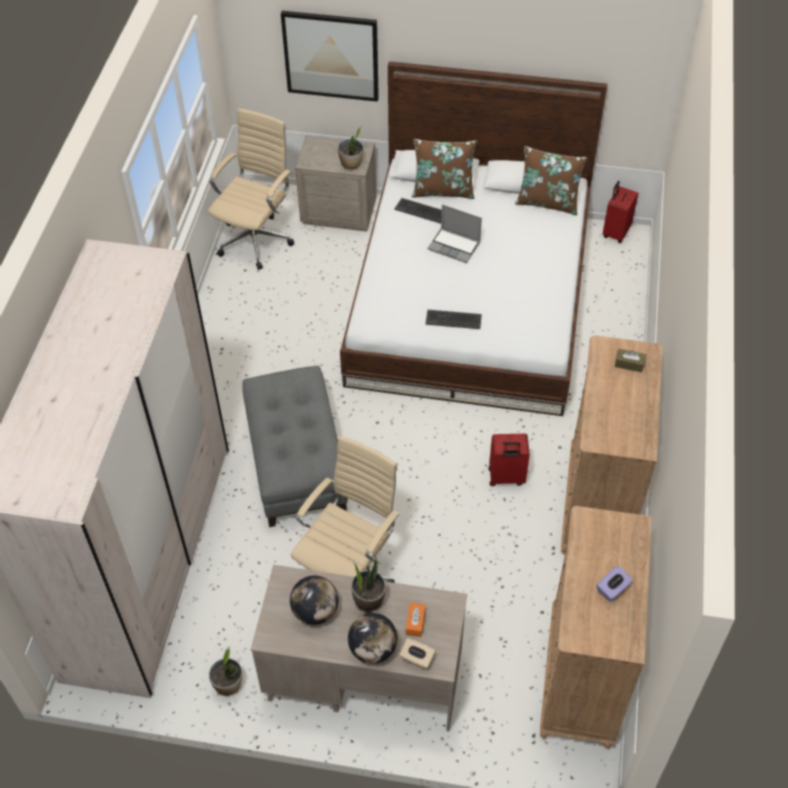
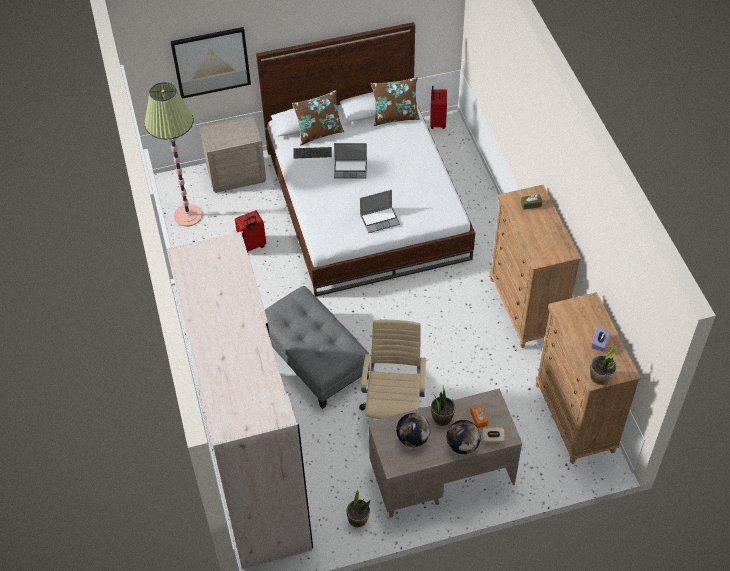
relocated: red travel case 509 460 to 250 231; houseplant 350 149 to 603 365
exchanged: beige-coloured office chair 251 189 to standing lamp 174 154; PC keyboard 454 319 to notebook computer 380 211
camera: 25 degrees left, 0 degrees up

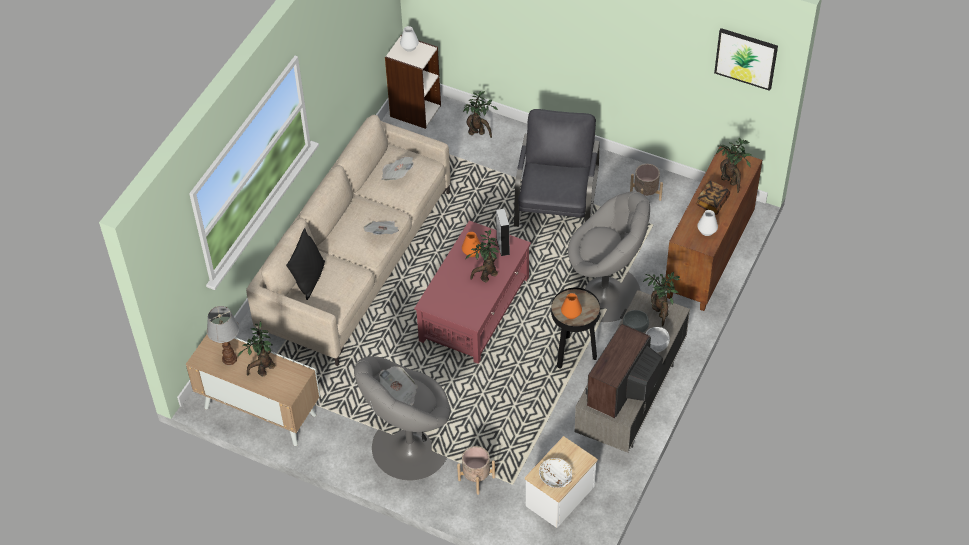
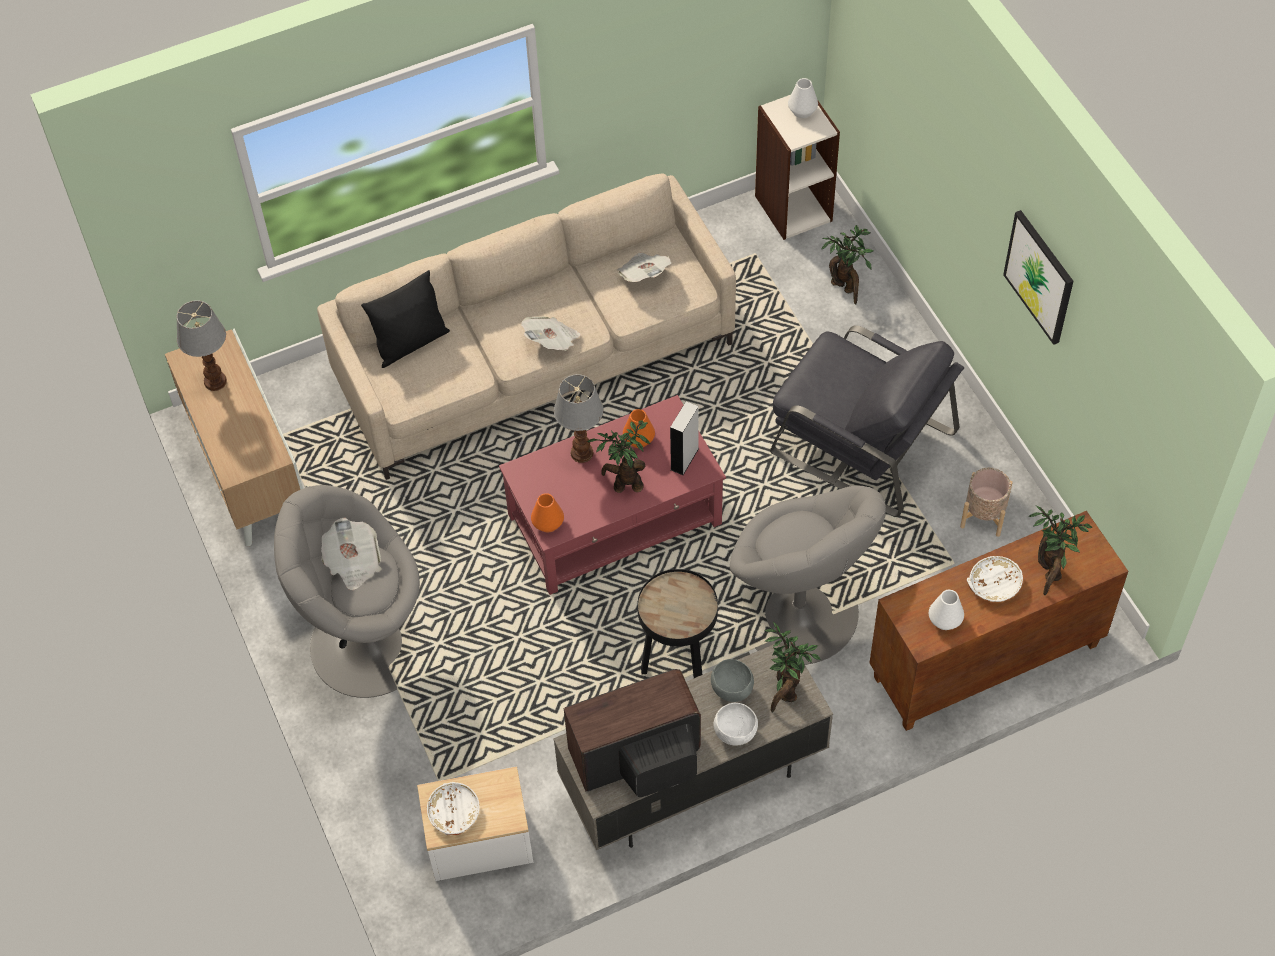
missing: houseplant 256 349; beige-coloured planter 476 470
appeared: table lamp 579 418
relocated: orange-coloured flower vase 571 306 to 547 513; wall art 746 59 to 1038 277
exchanged: bound book 713 197 to white-coloured deep dish 995 579
spun: gray easy chair 557 168 = 867 421 75 degrees clockwise
camera: 40 degrees right, 5 degrees up

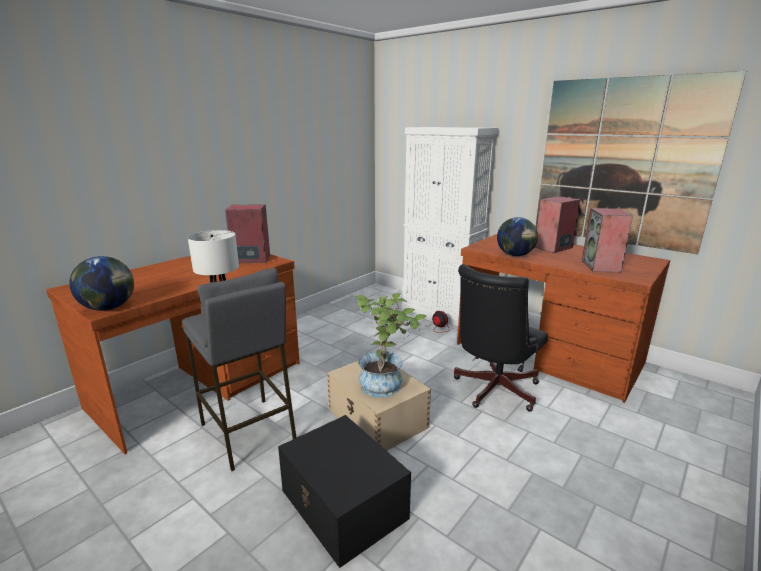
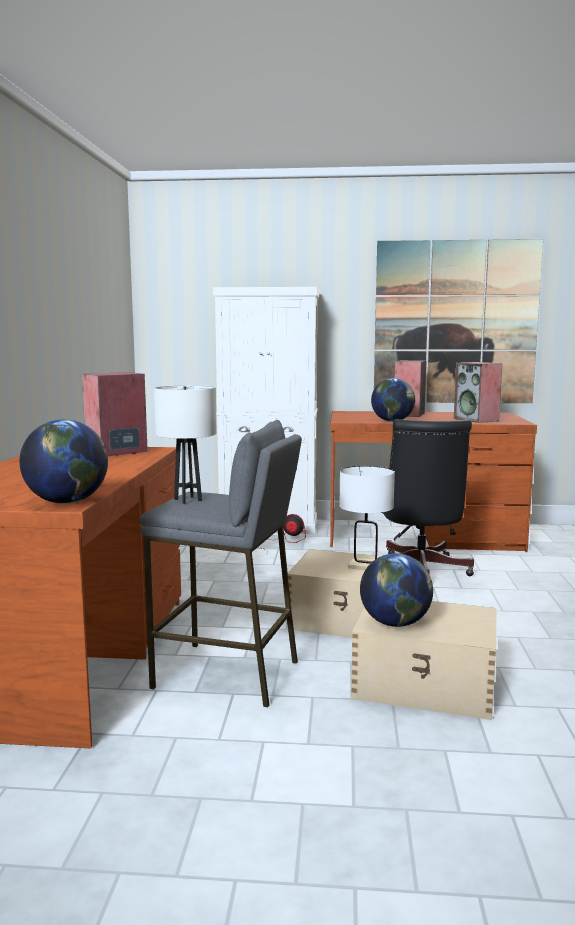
appeared: world globe 396 590
exchanged: houseplant 391 345 to white-coloured table lamp 367 518
colour: blackish storage box 344 491 to beige-coloured storage box 423 660
camera: 35 degrees left, 10 degrees down

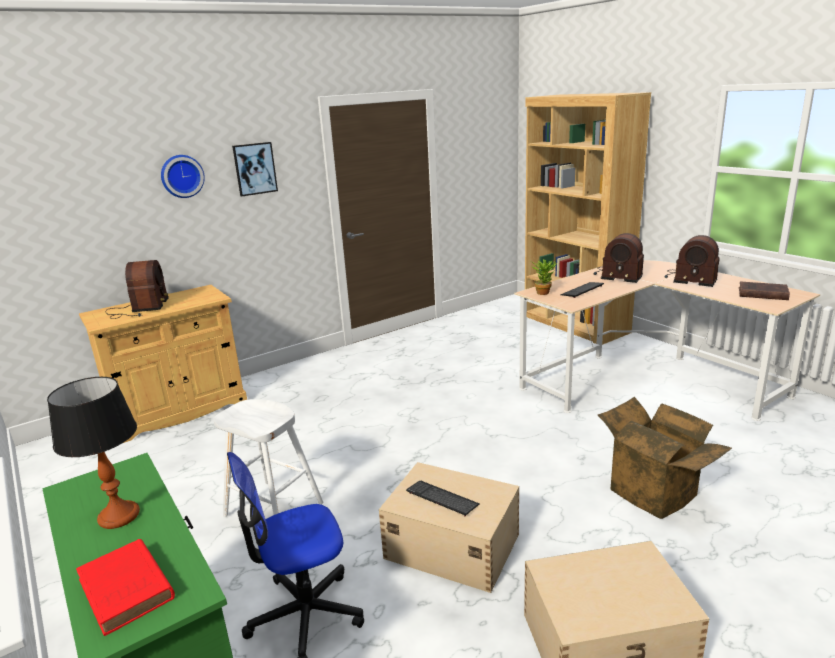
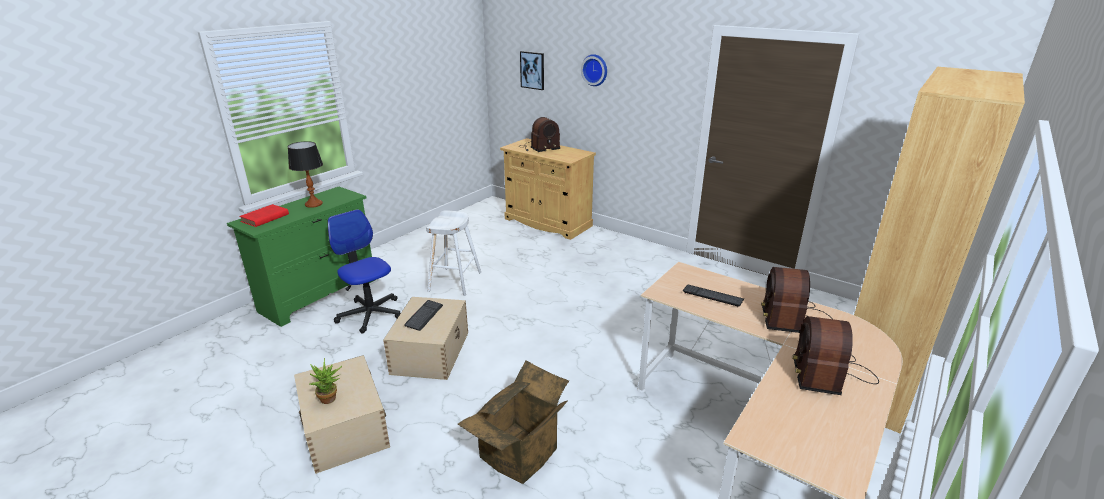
missing: brownish bound book 764 291
relocated: houseplant 544 277 to 325 381; wall art 255 169 to 532 70
camera: 70 degrees right, 5 degrees up

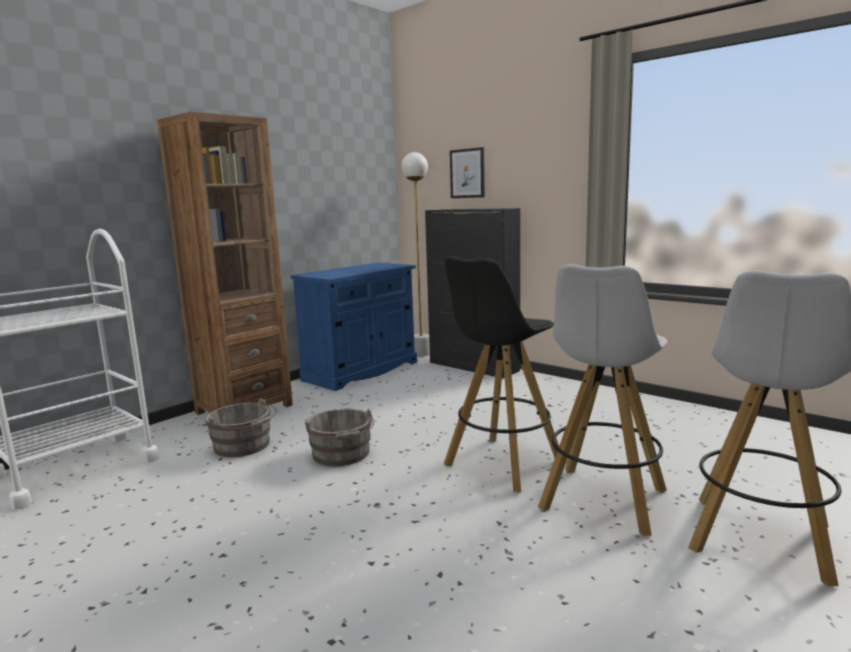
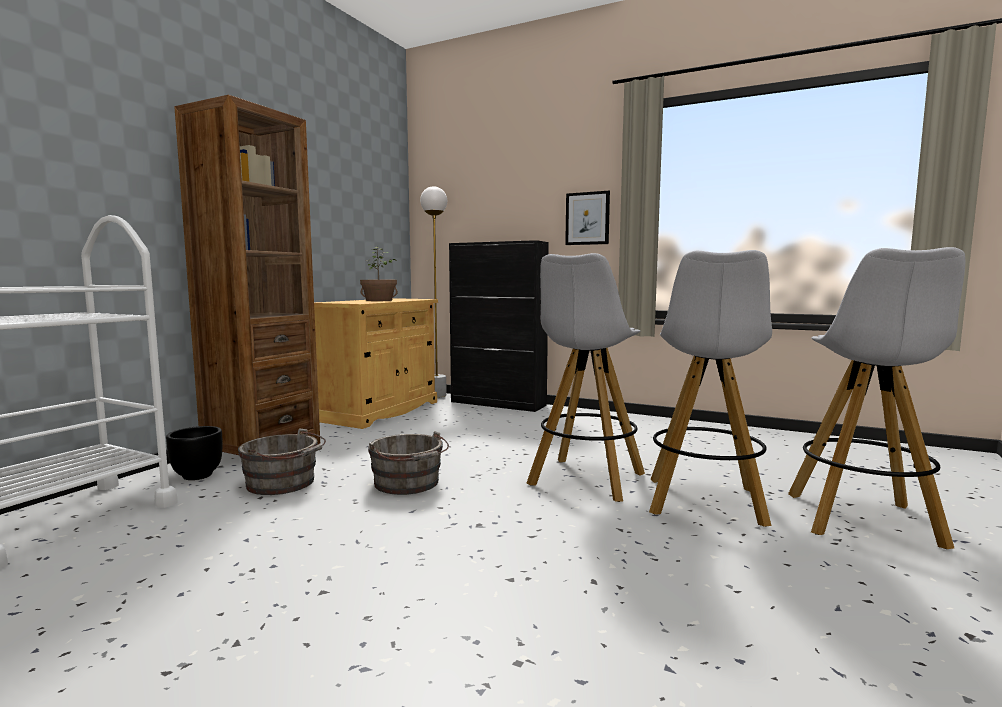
appeared: blackish planter 194 453; houseplant 379 273
relocated: wall art 467 172 to 587 218
colour: blue cupboard 354 326 to beige-coloured cupboard 376 363; blackish stool 501 374 to white-coloured stool 586 377
camera: 15 degrees left, 5 degrees down

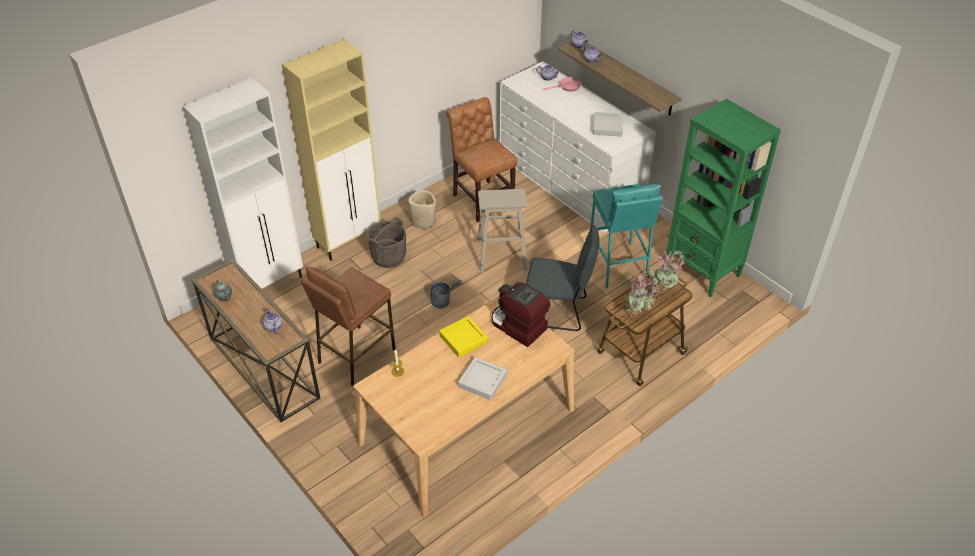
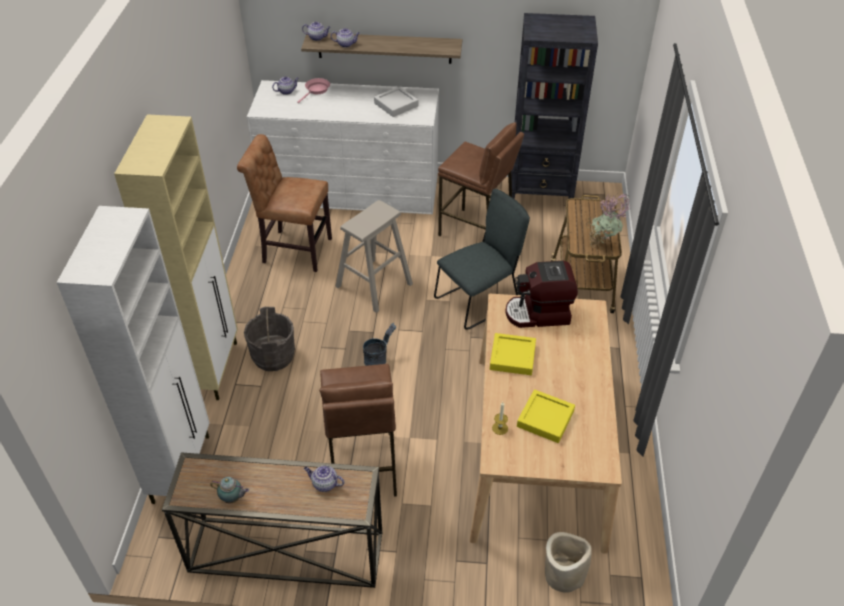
missing: gray tray 482 378; houseplant 665 274
appeared: yellow tray 546 416
relocated: beige-coloured planter 422 209 to 568 562
colour: turquoise stool 626 236 to brownish stool 481 179; green-coloured bookshelf 724 198 to blackish bookshelf 554 106
camera: 45 degrees left, 0 degrees up

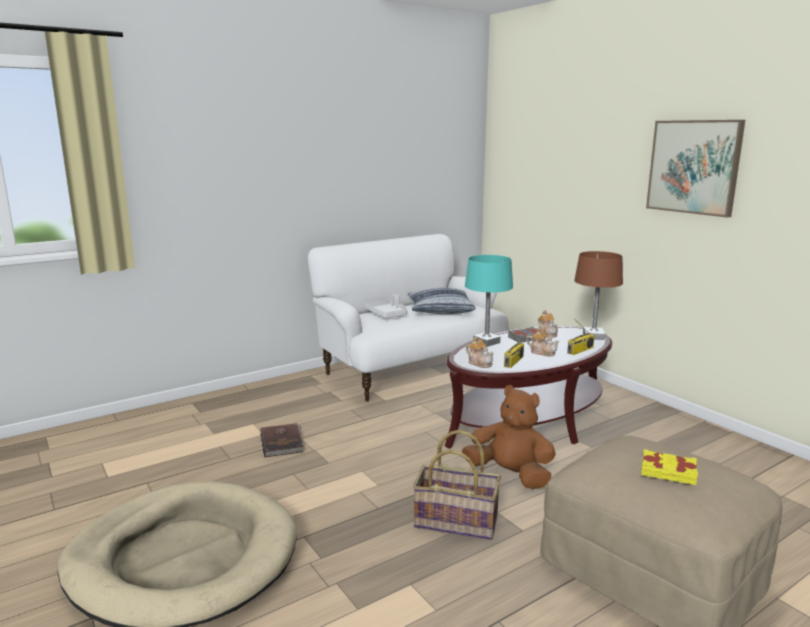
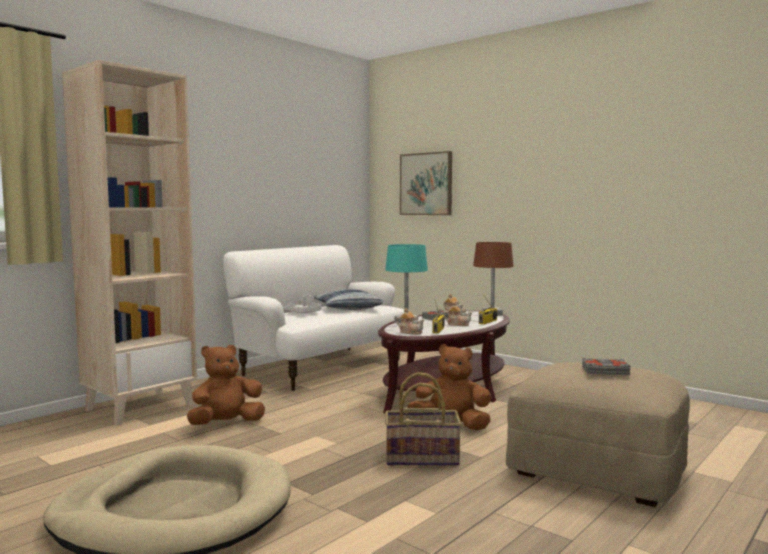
appeared: beige-coloured bookshelf 129 242
relocated: wall art 695 169 to 426 183
exchanged: brownish bound book 282 440 to brownish cuddly toy 226 385
colour: yellow bound book 669 467 to gray bound book 606 366
camera: 15 degrees left, 10 degrees down

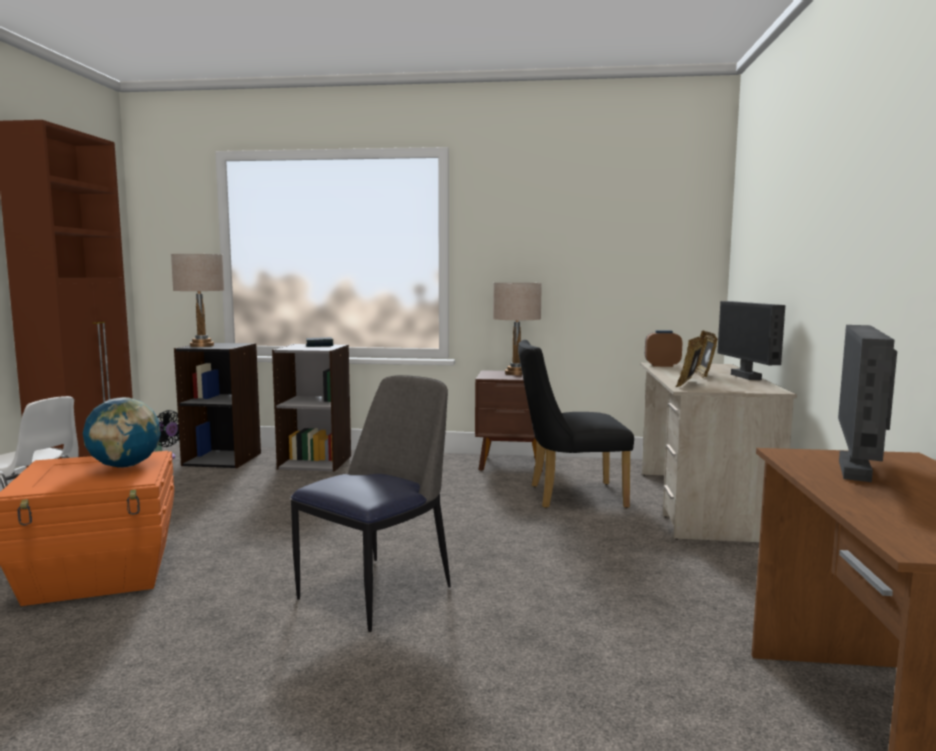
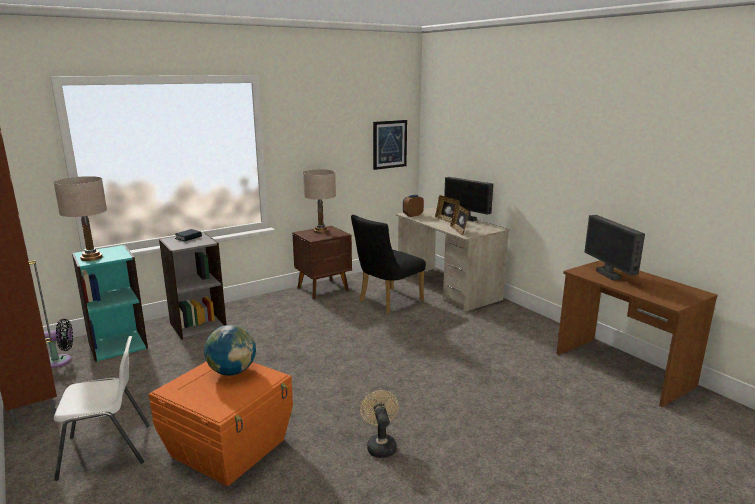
missing: plain chair 371 503
appeared: beige-coloured cooling fan 379 424; wall art 390 145
colour: blackish bookshelf 217 405 to turquoise bookshelf 110 303
camera: 40 degrees left, 10 degrees up

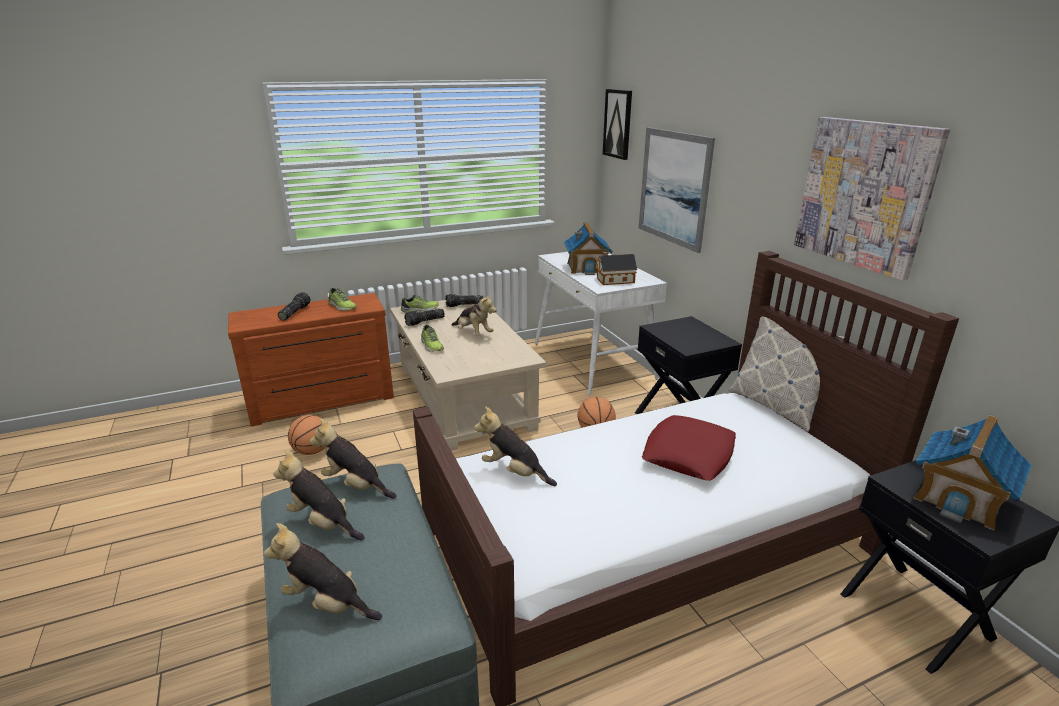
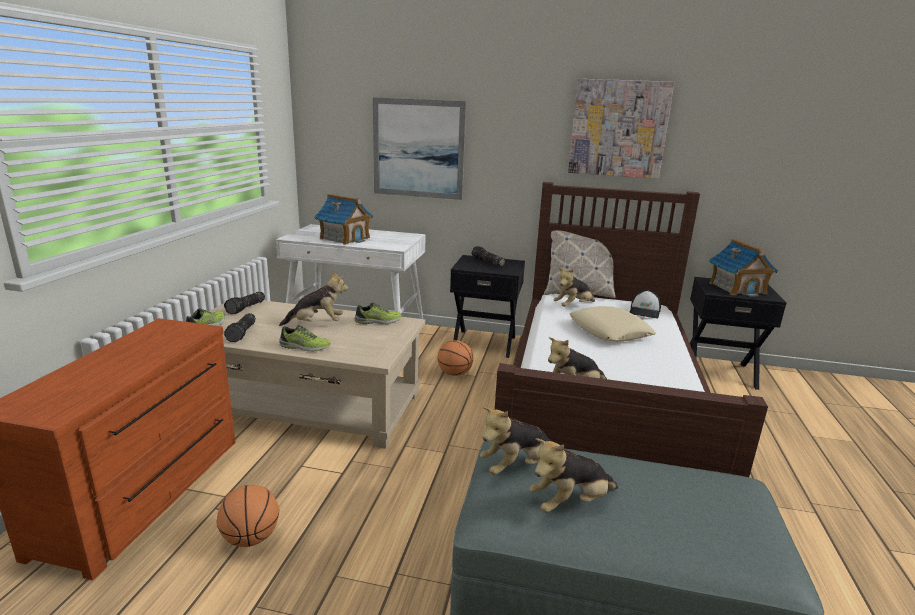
missing: miniature house 616 268; wall art 617 124
appeared: cap 645 304
relocated: item of footwear 342 299 to 378 313; hand torch 294 306 to 488 256; cuddly toy 323 571 to 574 287
colour: red cushion 689 448 to beige-coloured cushion 612 323
camera: 55 degrees left, 5 degrees down

